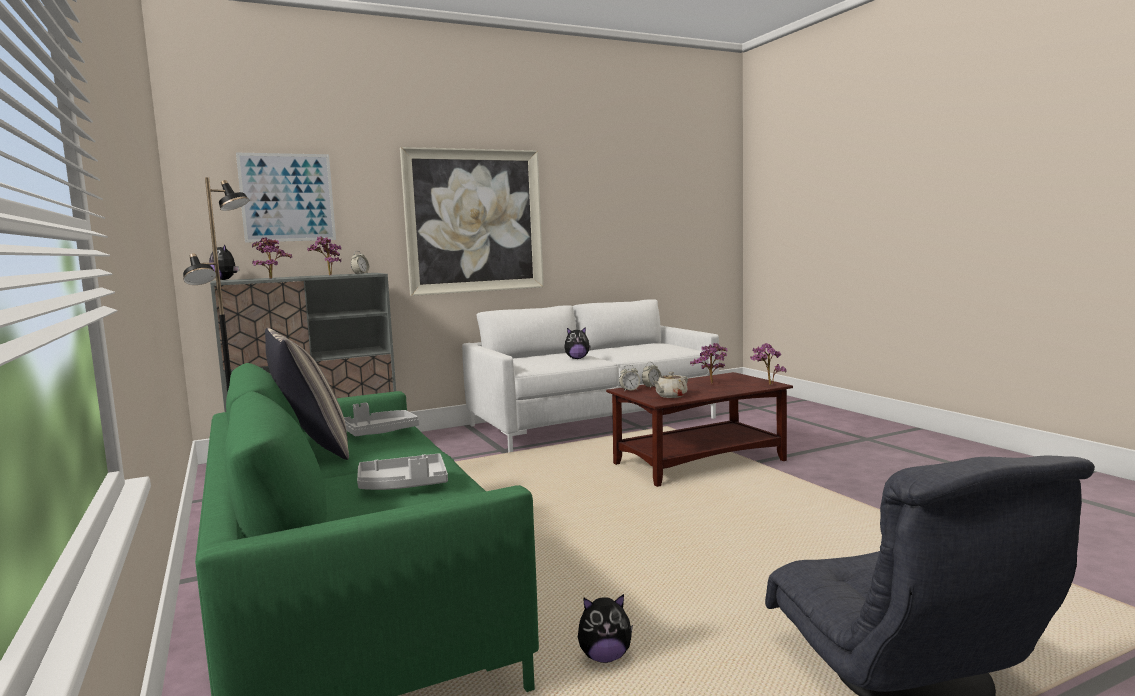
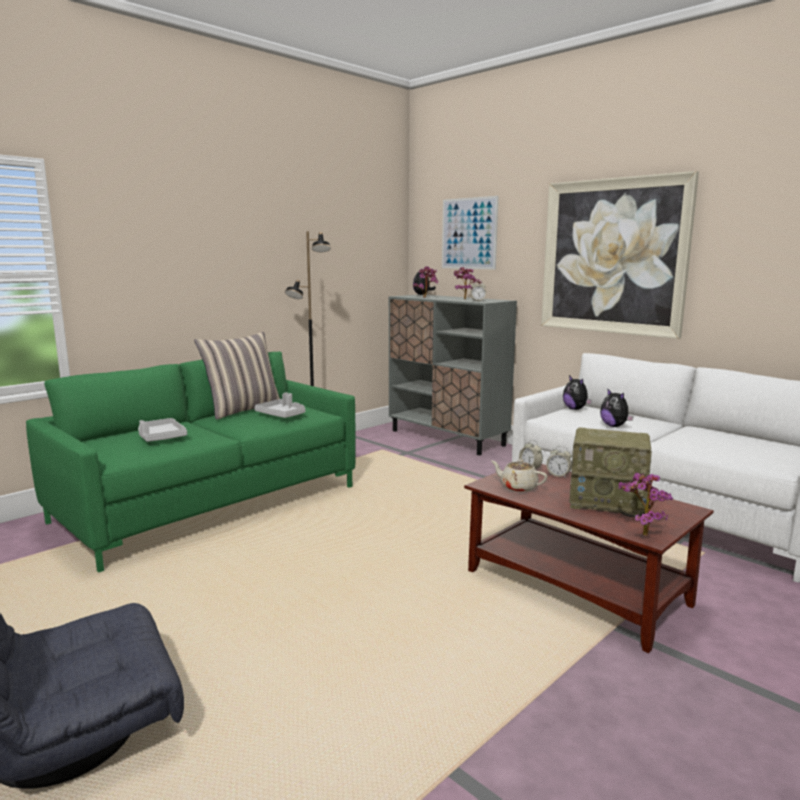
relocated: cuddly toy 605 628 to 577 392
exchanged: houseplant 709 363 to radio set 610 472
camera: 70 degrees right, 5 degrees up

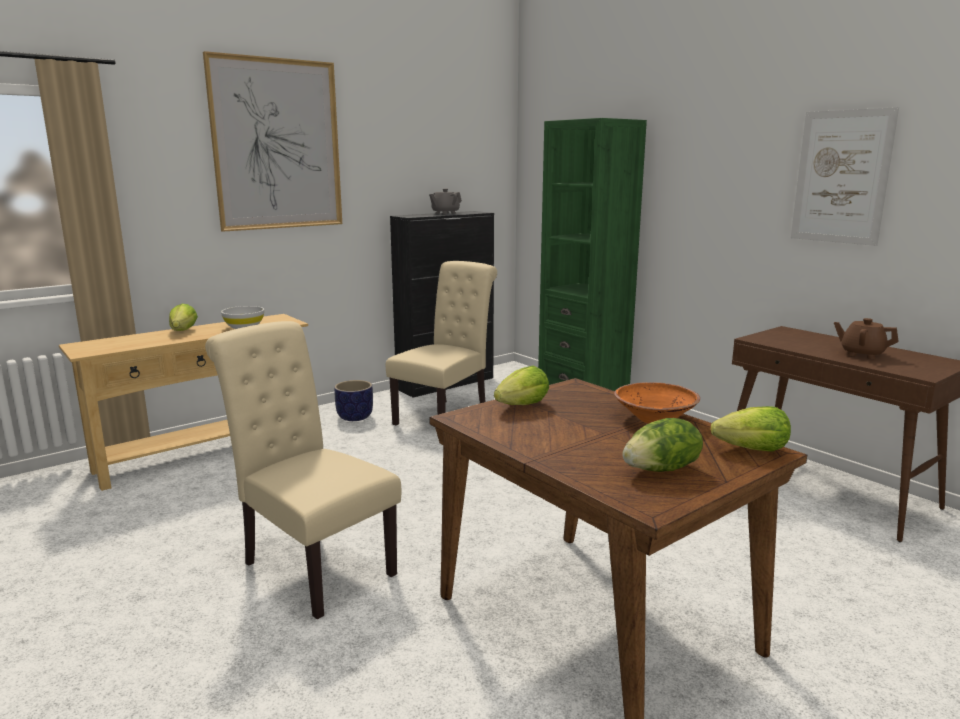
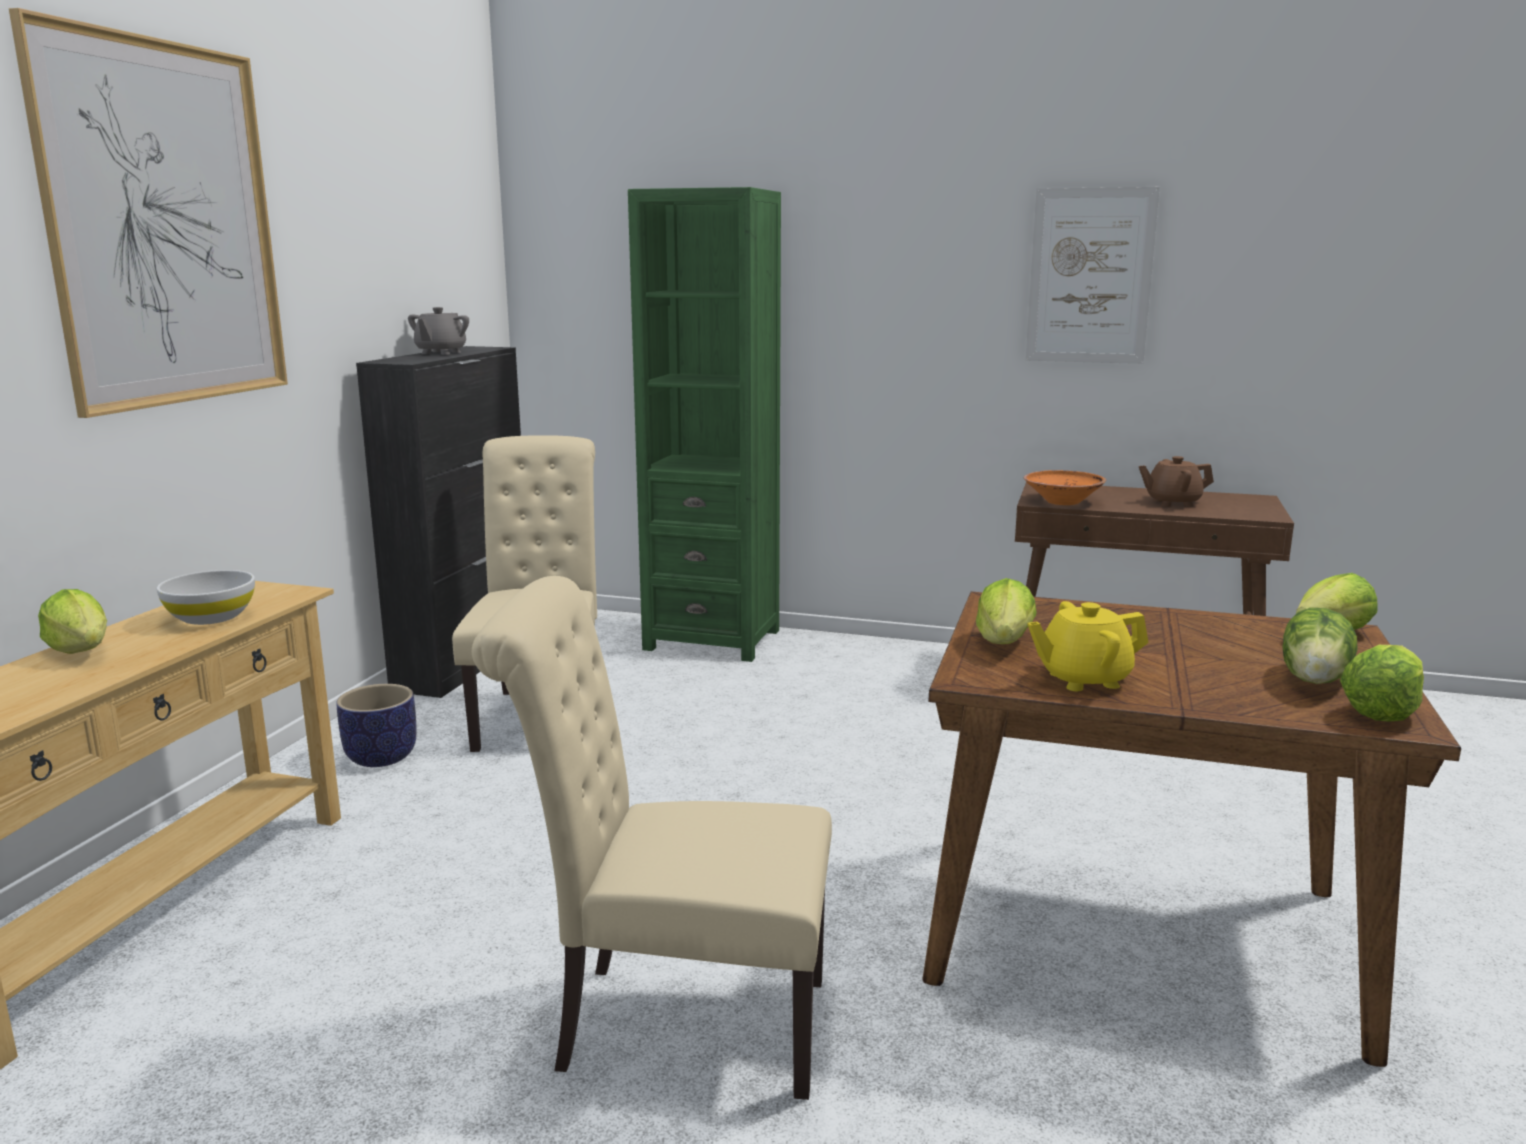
appeared: yellow teapot 1088 646; lettuce head 1382 683
relocated: orange-coloured deep dish 657 403 to 1065 487
camera: 35 degrees left, 0 degrees up

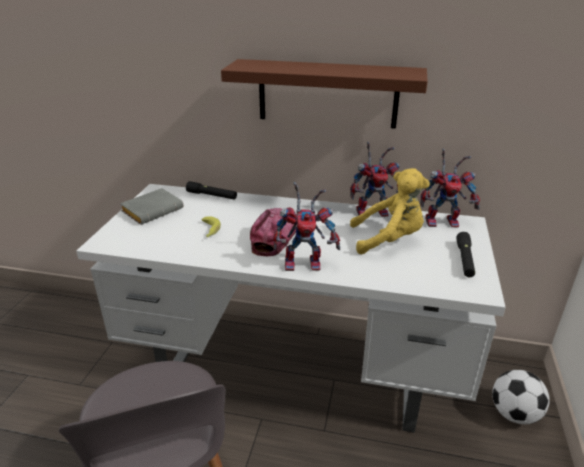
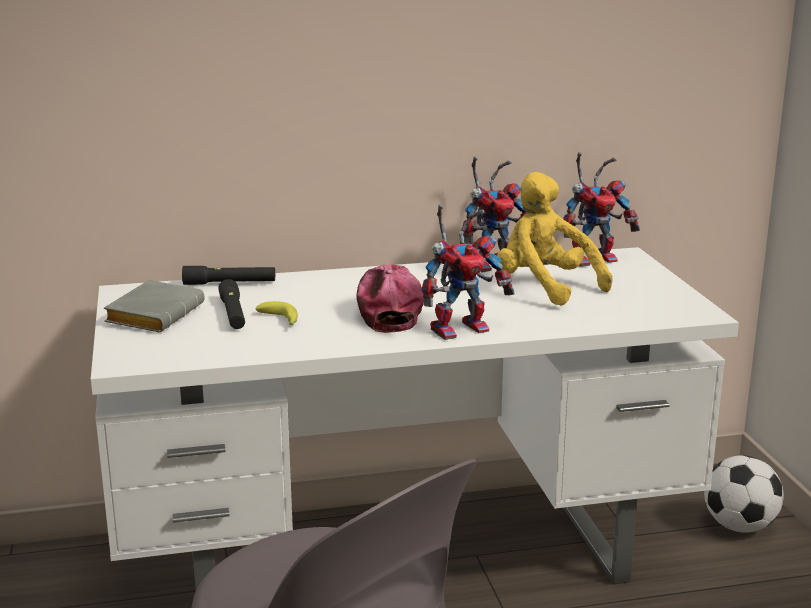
missing: brownish wall shelf 324 94
relocated: blackish hand torch 465 254 to 231 304
spun: yellow cuddly toy 390 211 = 555 239 105 degrees counterclockwise
camera: 25 degrees left, 10 degrees down

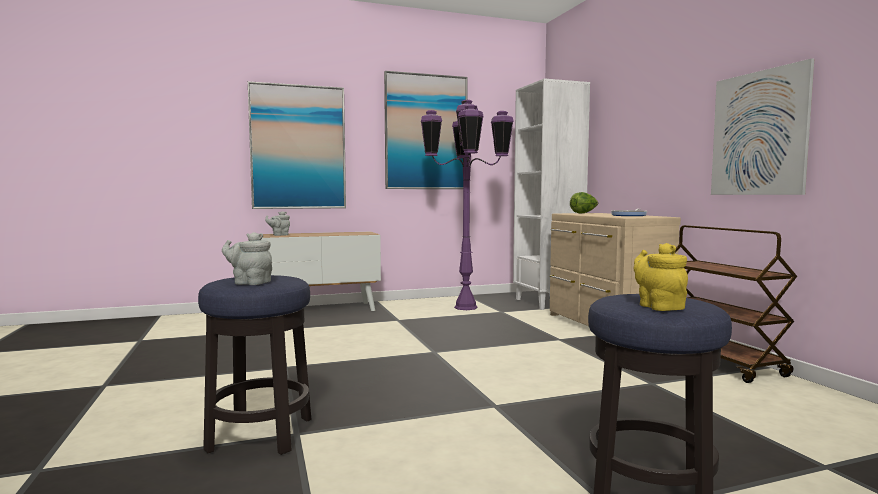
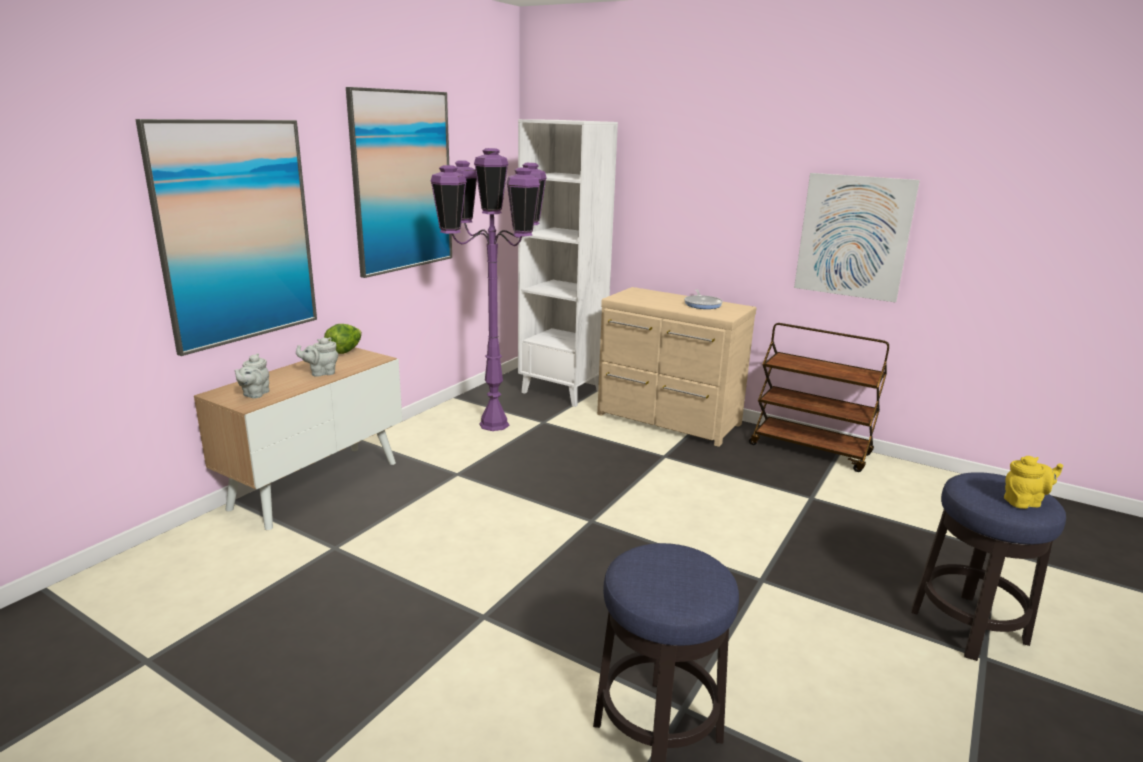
relocated: gray teapot 247 258 to 317 357; lettuce head 584 203 to 343 339
spun: yellow teapot 661 277 = 1033 482 135 degrees clockwise
camera: 40 degrees left, 15 degrees up

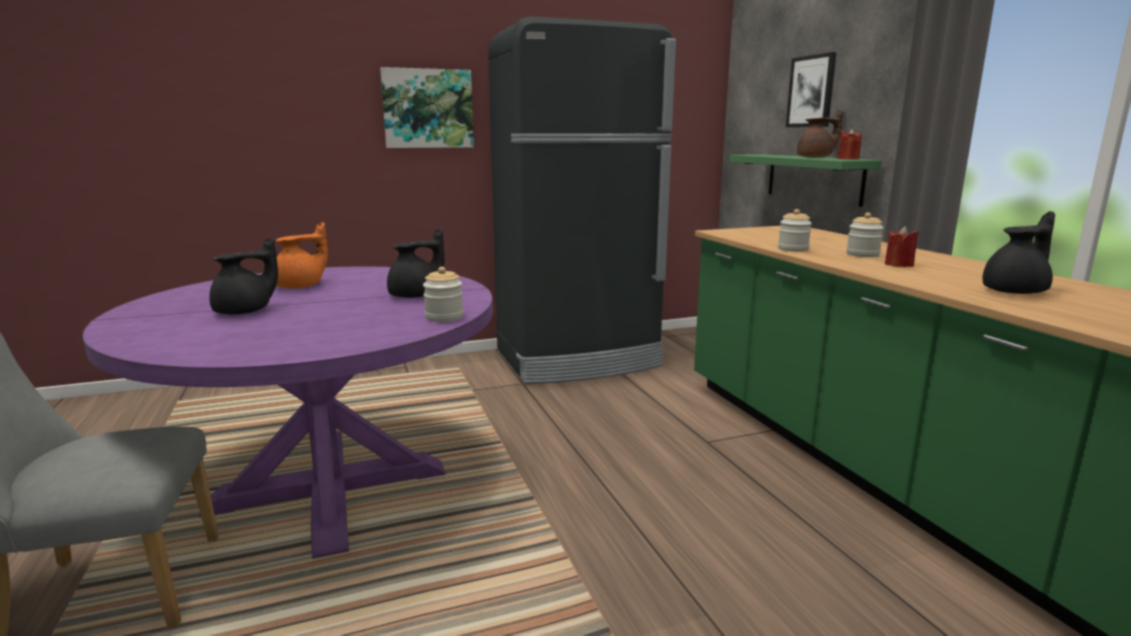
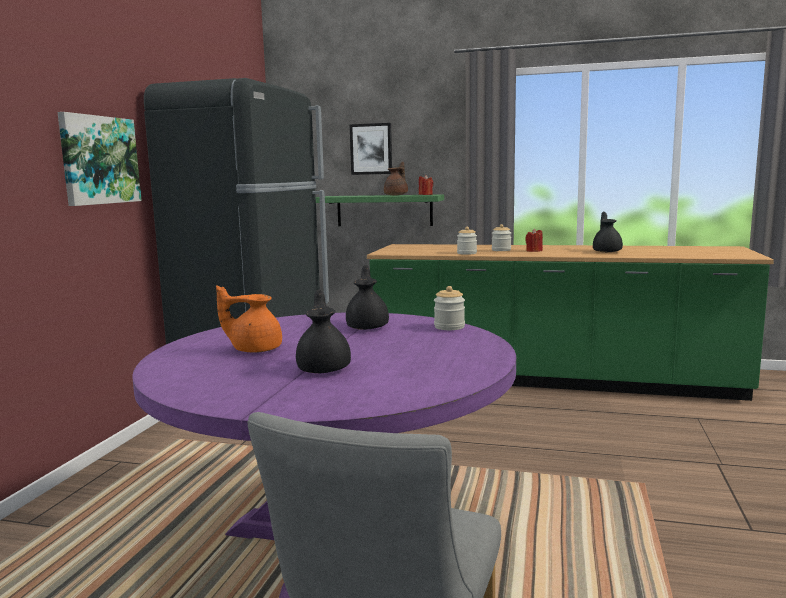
spun: orange-coloured teapot 302 255 = 249 319 75 degrees counterclockwise
camera: 55 degrees left, 5 degrees down

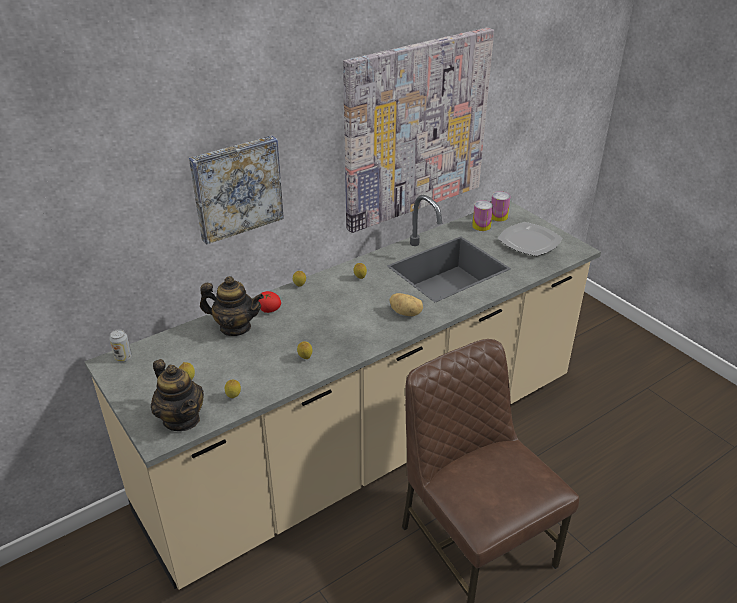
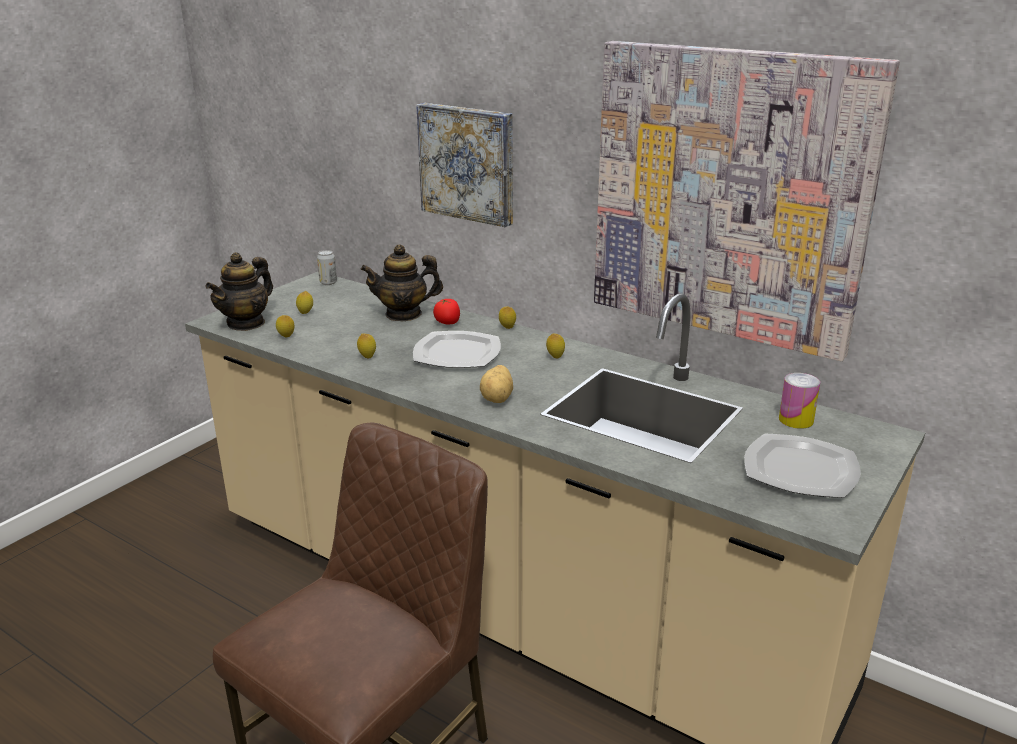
missing: can 500 206
appeared: flat dish 457 349
spun: teapot 232 306 = 401 283 90 degrees clockwise
camera: 70 degrees right, 10 degrees down

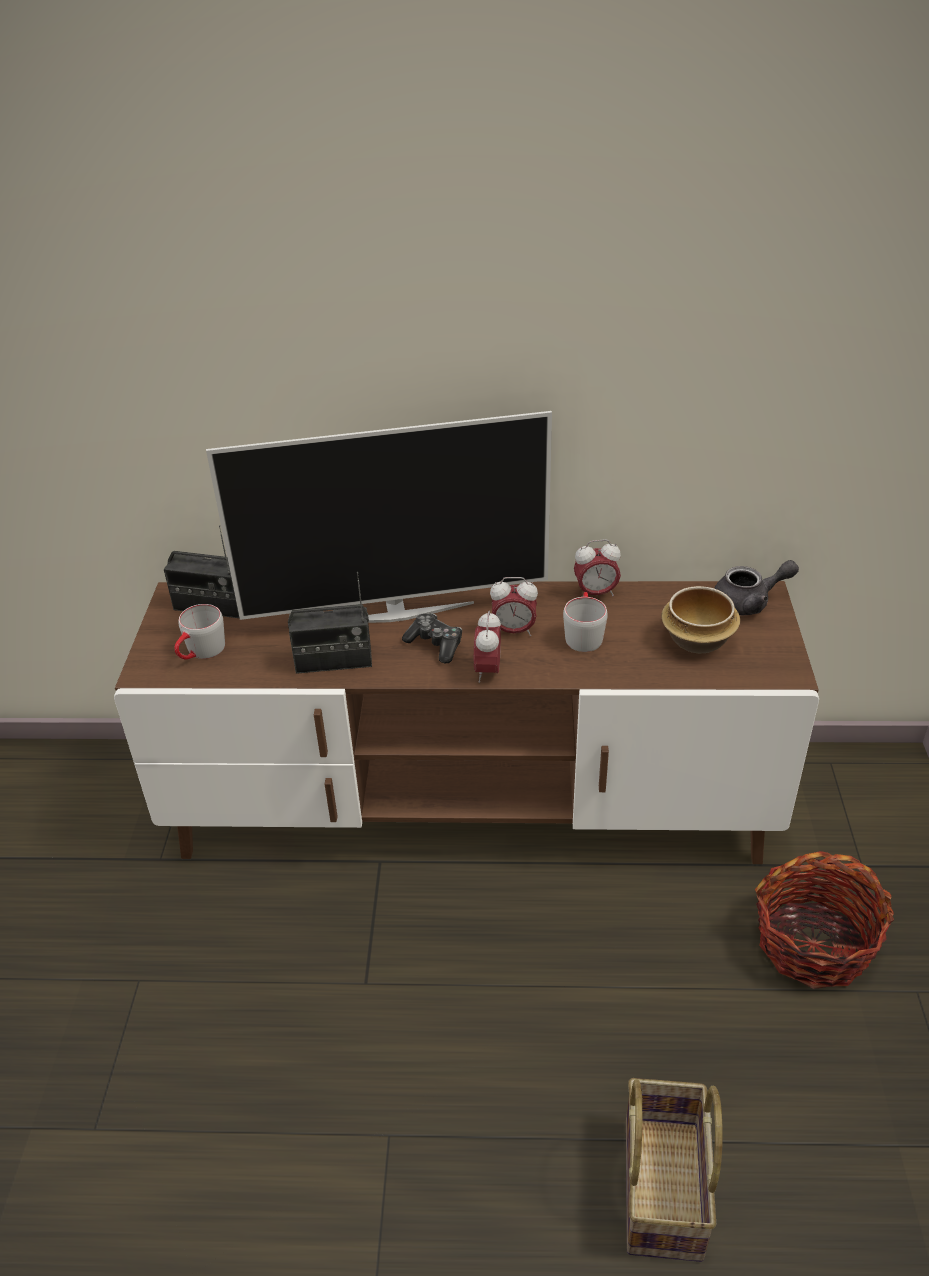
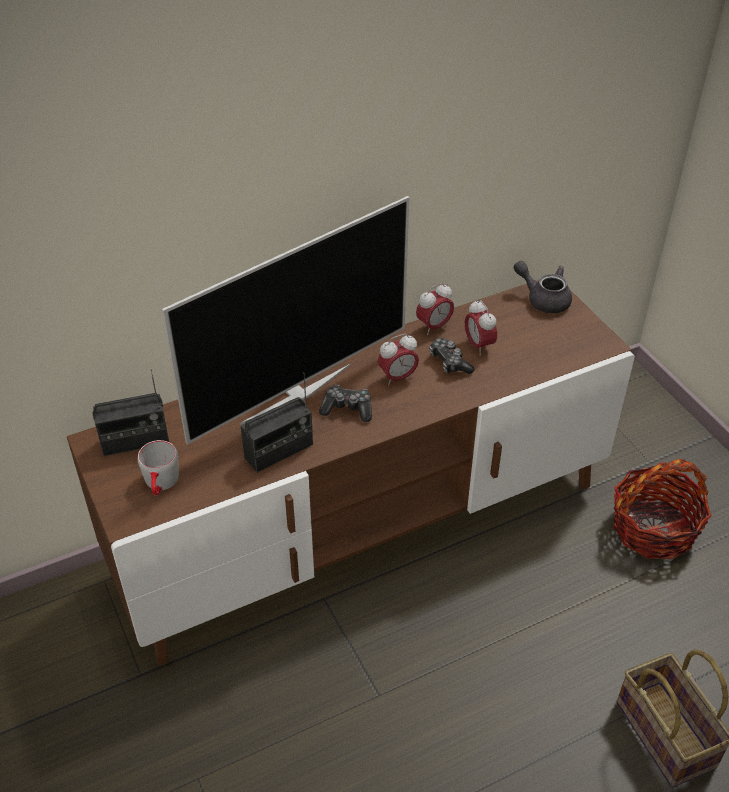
missing: deep dish 700 620
relocated: table clock 487 647 to 481 327
exchanged: gray coffee mug 585 622 to joypad 452 356
spun: gray teapot 756 587 = 543 287 105 degrees counterclockwise
camera: 30 degrees left, 5 degrees up

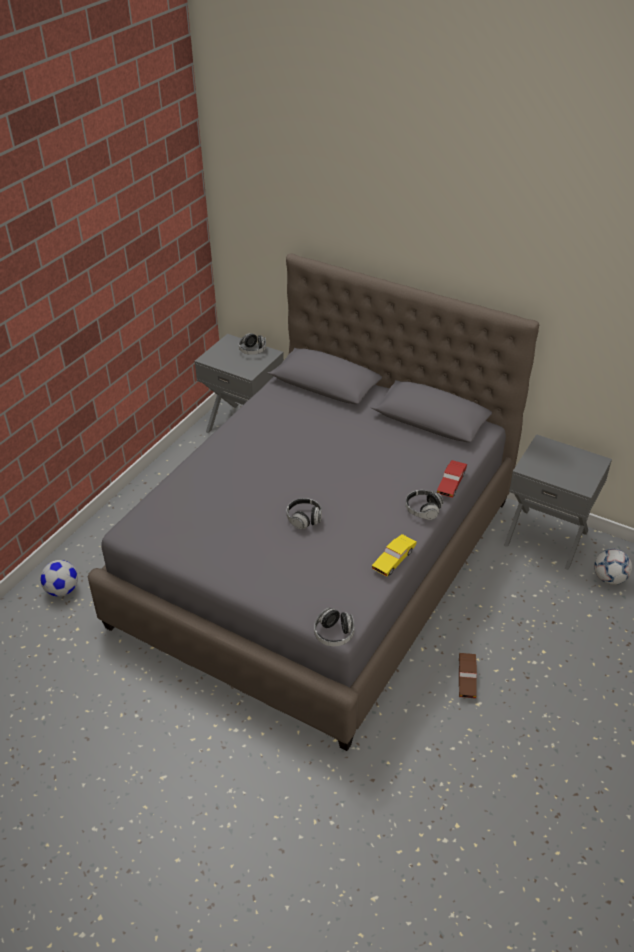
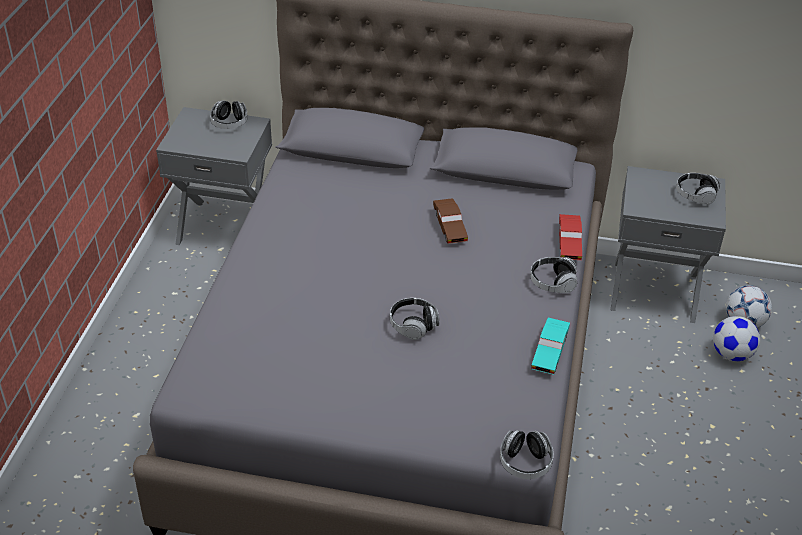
appeared: headset 698 189
relocated: brownish toy car 468 676 to 450 221; football 59 578 to 736 338
colour: yellow toy car 394 555 to turquoise toy car 550 346
camera: 20 degrees left, 0 degrees up

